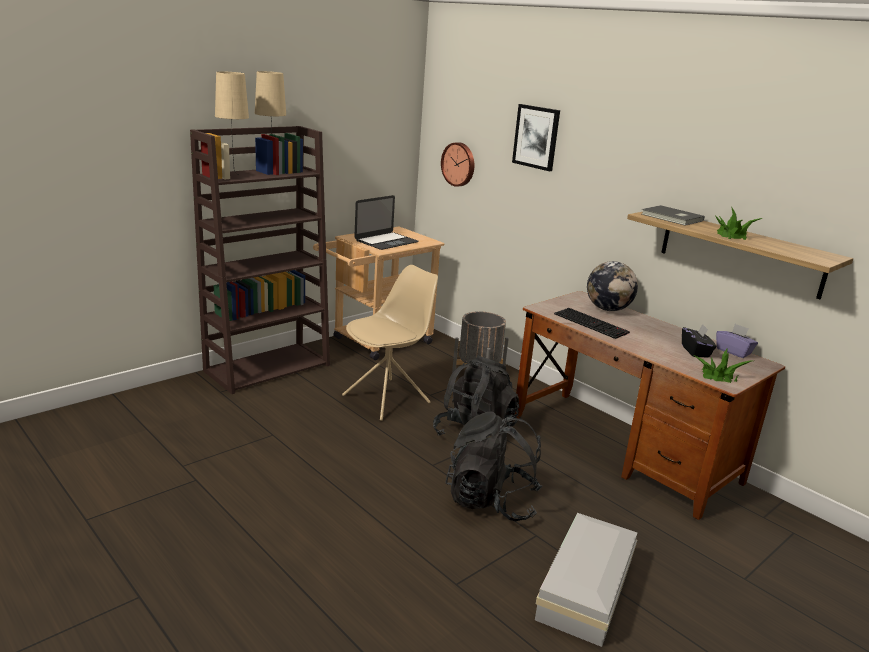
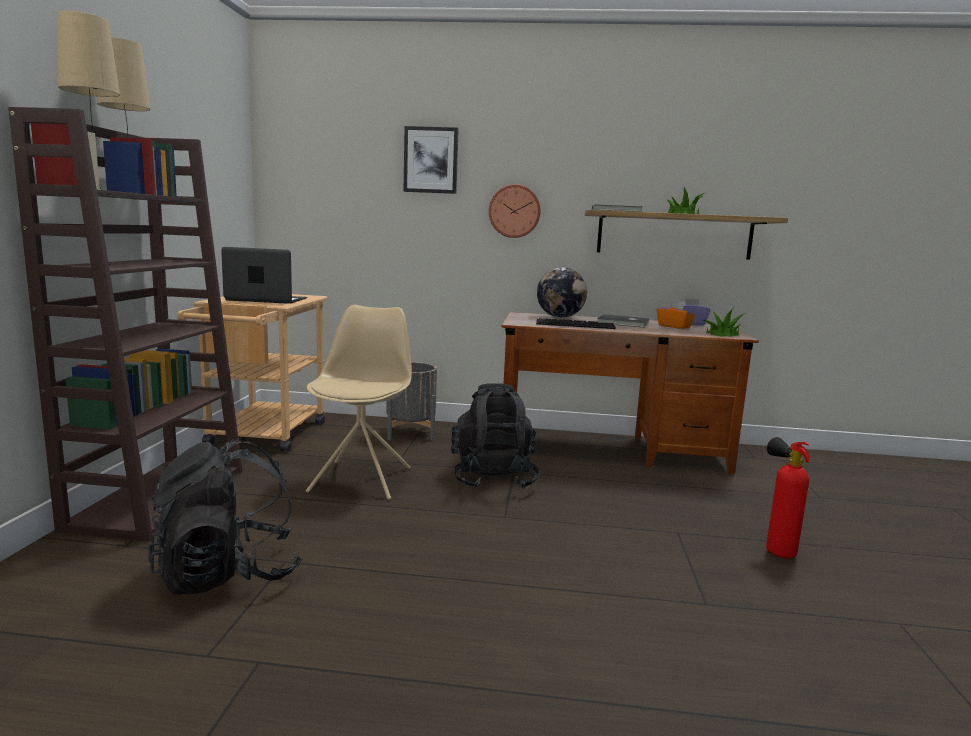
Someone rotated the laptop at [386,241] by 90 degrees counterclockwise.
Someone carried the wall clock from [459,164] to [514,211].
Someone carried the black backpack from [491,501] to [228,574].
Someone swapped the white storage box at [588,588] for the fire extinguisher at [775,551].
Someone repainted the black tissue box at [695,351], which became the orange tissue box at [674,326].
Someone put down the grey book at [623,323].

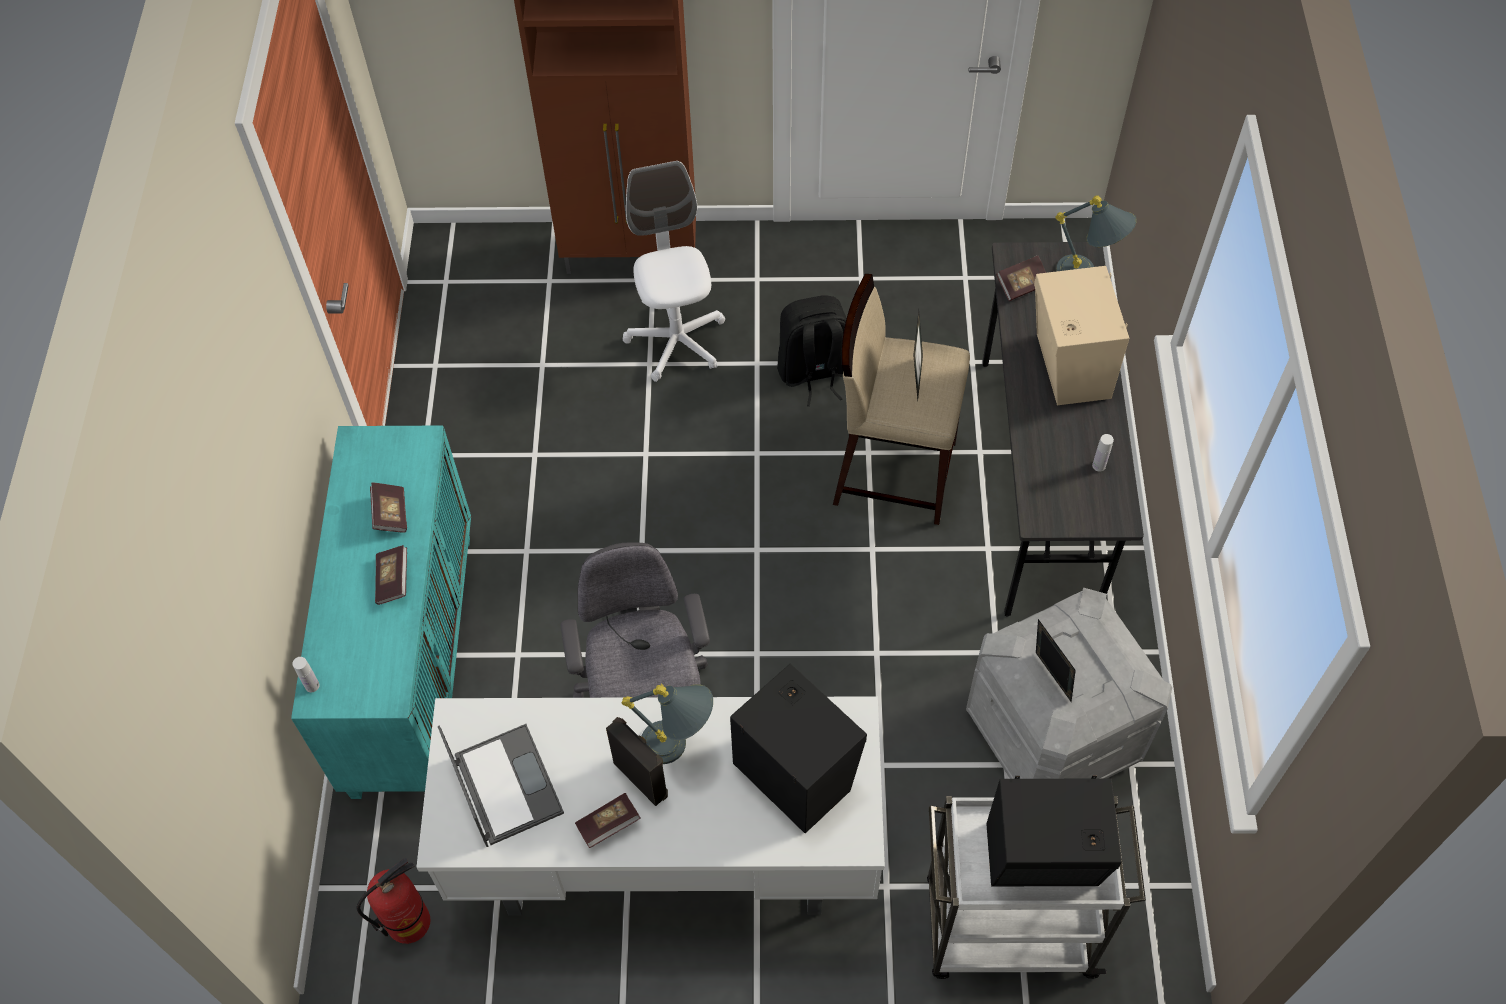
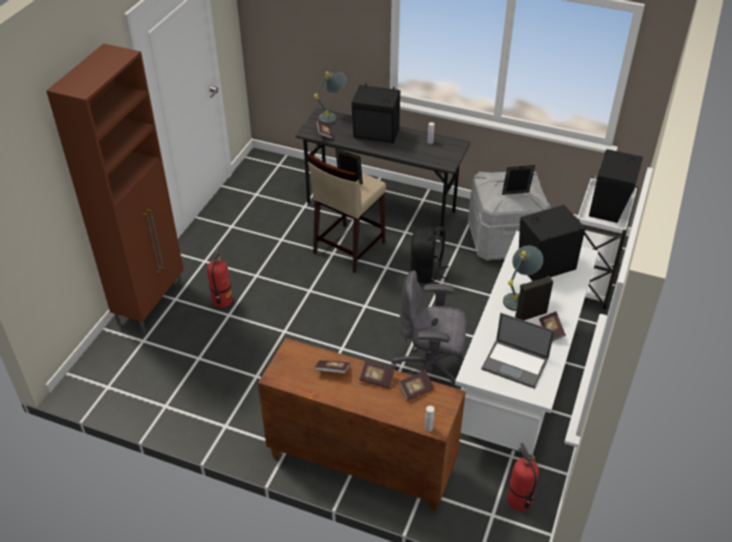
Someone repainted the turquoise cabinet at [411,661], which became the brown cabinet at [360,463].
Someone rotated the laptop at [505,784] by 150 degrees counterclockwise.
Someone swapped the white office chair at [676,341] for the fire extinguisher at [222,301].
Someone carried the black backpack from [814,372] to [426,272].
Someone repainted the beige speaker at [1068,368], which became the black speaker at [376,135].
Someone put down the book at [415,390].

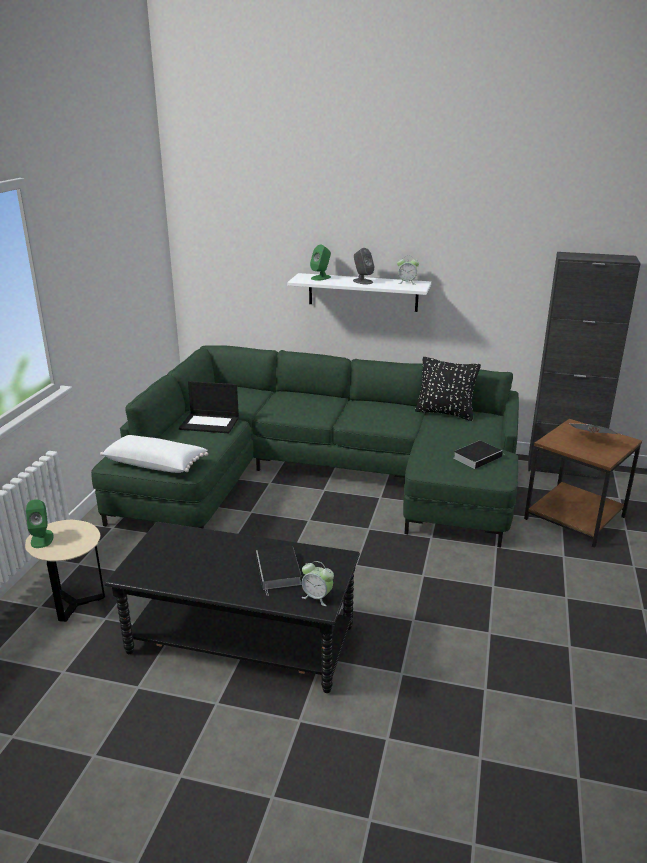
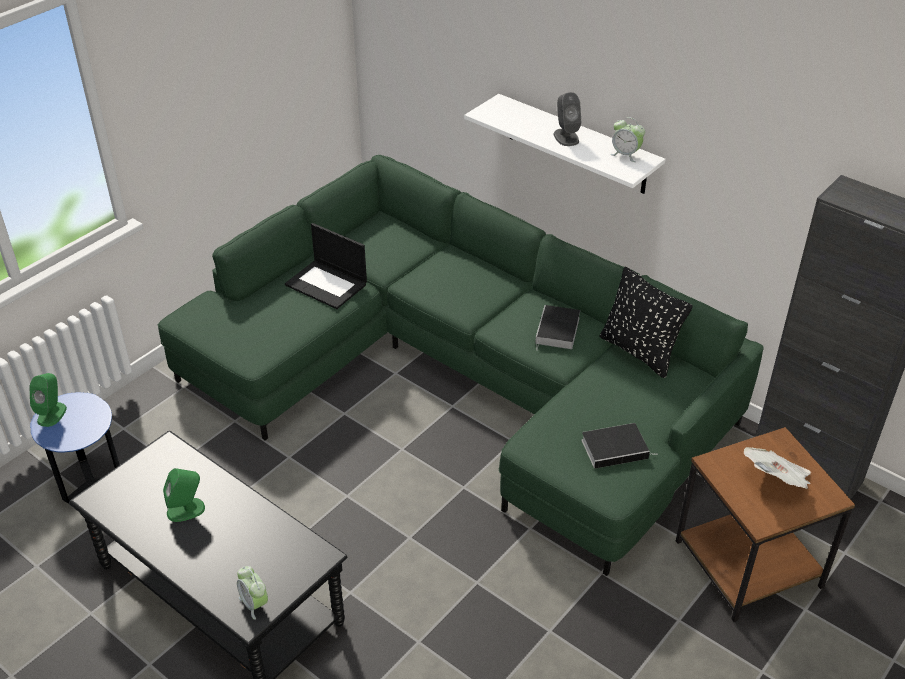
Someone repainted the beige side table at [75,604], which became the blue side table at [91,483].
Someone took away the white pillow at [156,464].
Someone carried the book from [279,572] to [557,331].
Someone carried the green speaker from [321,277] to [186,510].

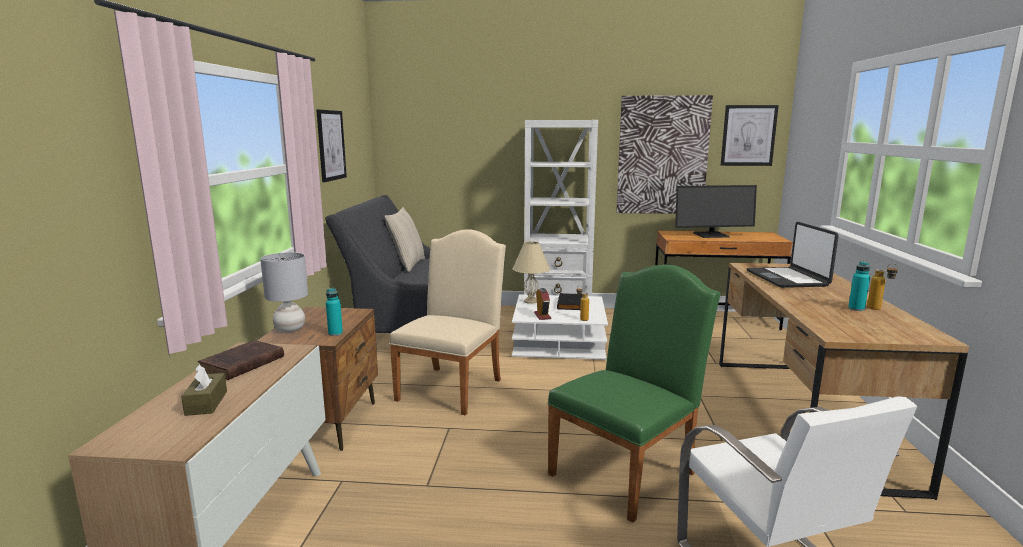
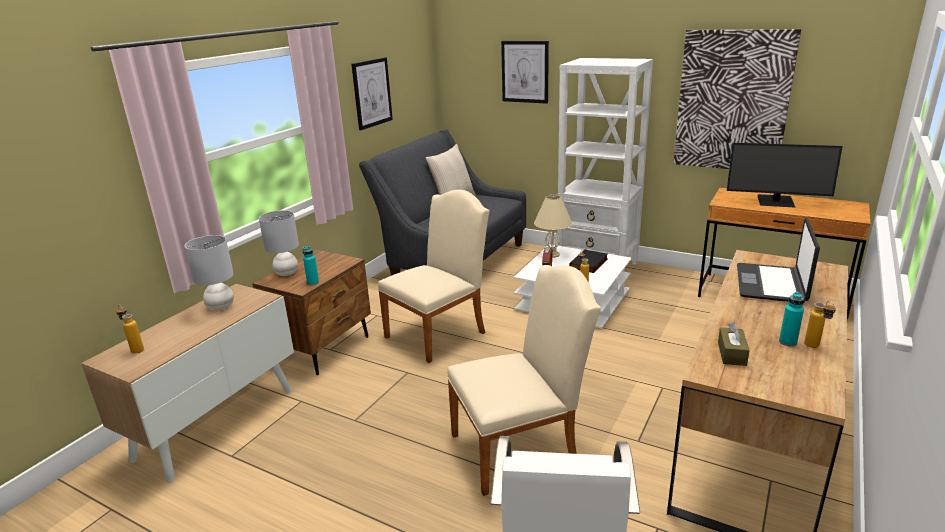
Someone carried the brown tissue box from [206,403] to [731,353].
Someone swapped the brown book at [241,365] for the grey table lamp at [220,306].
Someone repainted the green chair at [628,469], which became the beige chair at [522,447].
Someone carried the picture from [748,135] to [525,72].
Someone put down the bottle at [135,349].

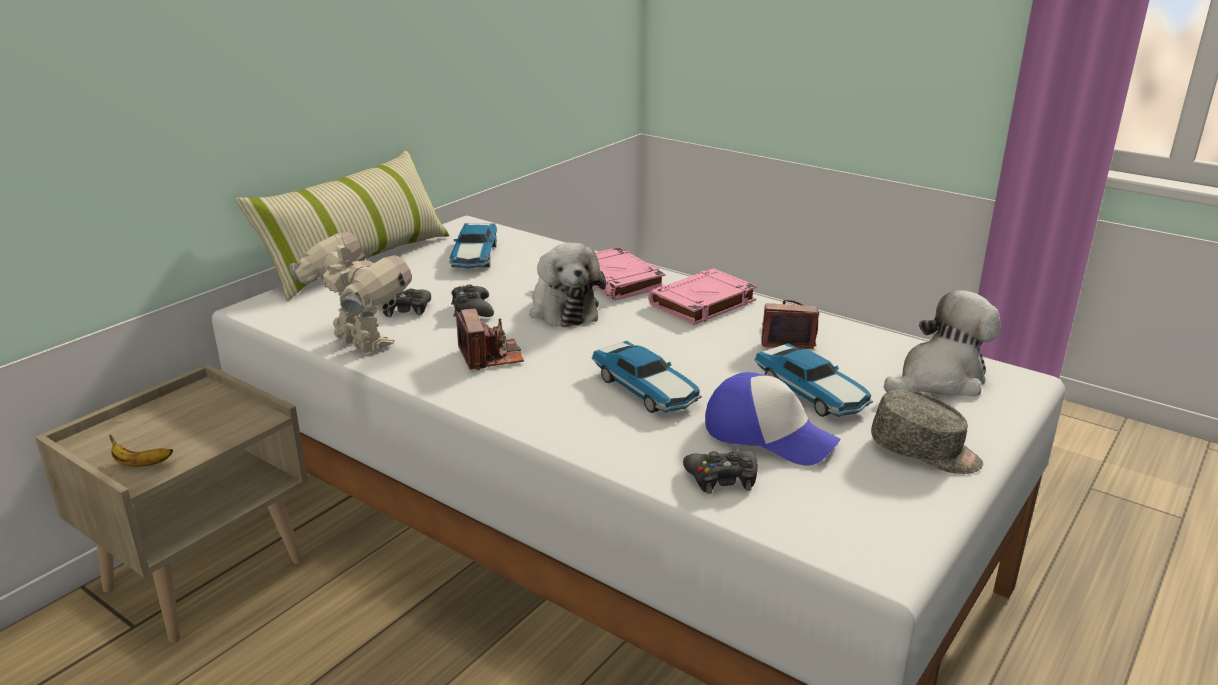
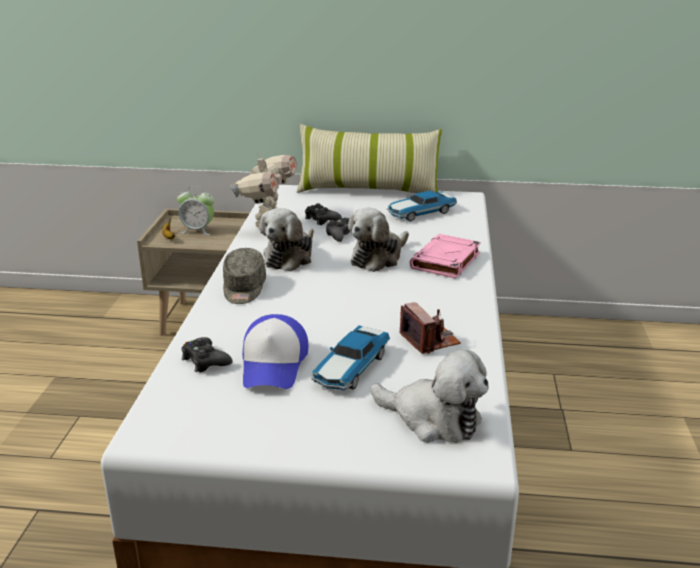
Someone swapped the photo camera at [490,356] for the plush toy at [290,257].
Someone took away the toy car at [646,390].
Someone took away the pink book at [702,303].
Someone carried the grey cap from [925,451] to [244,288].
Someone put down the alarm clock at [198,230].

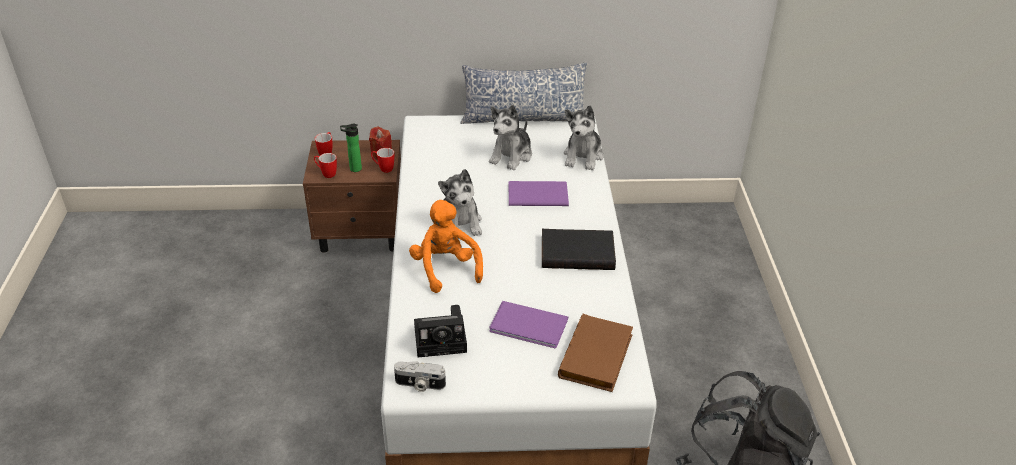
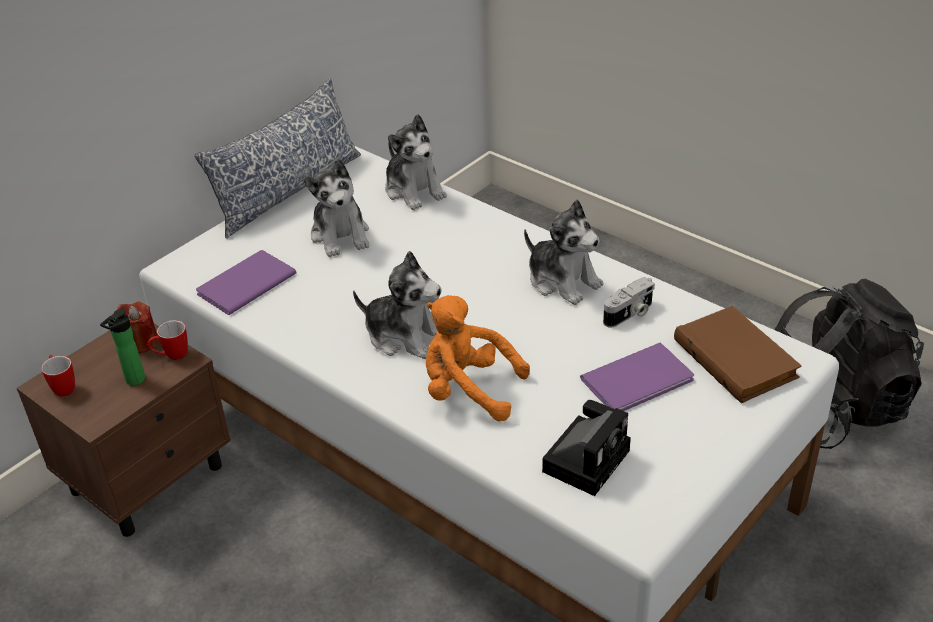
Someone took away the mug at [326,174].
Someone carried the photo camera from [419,384] to [630,314].
Someone carried the purple book from [536,194] to [243,284].
Someone swapped the black book at [578,252] for the plush toy at [563,281].

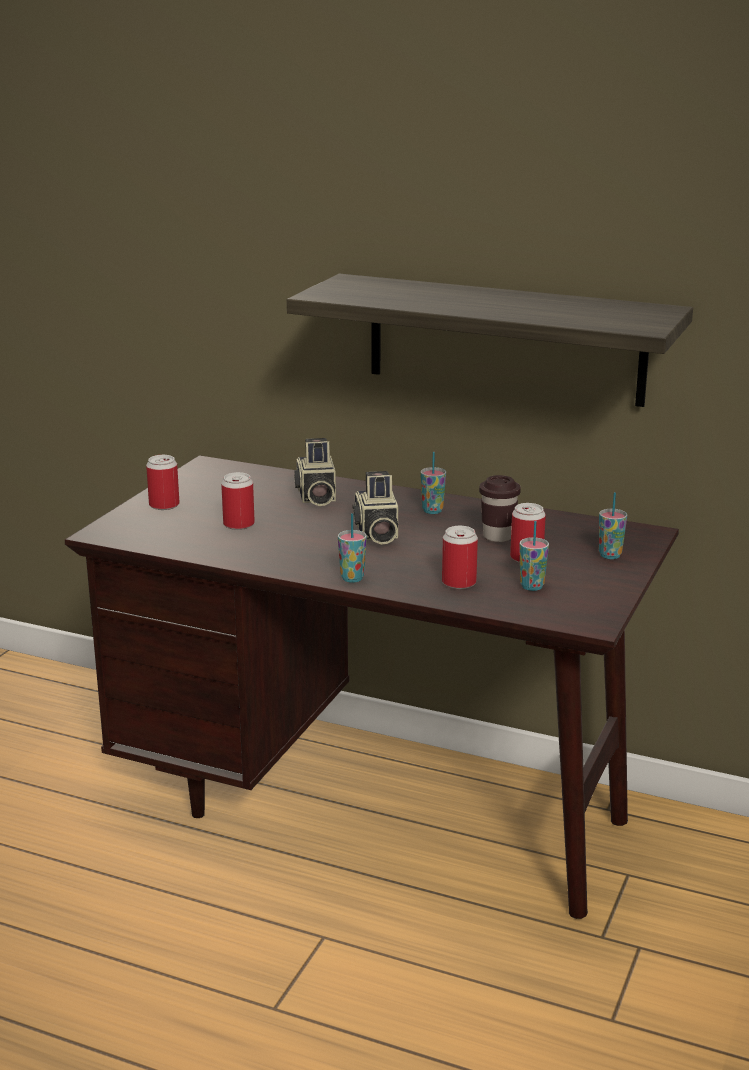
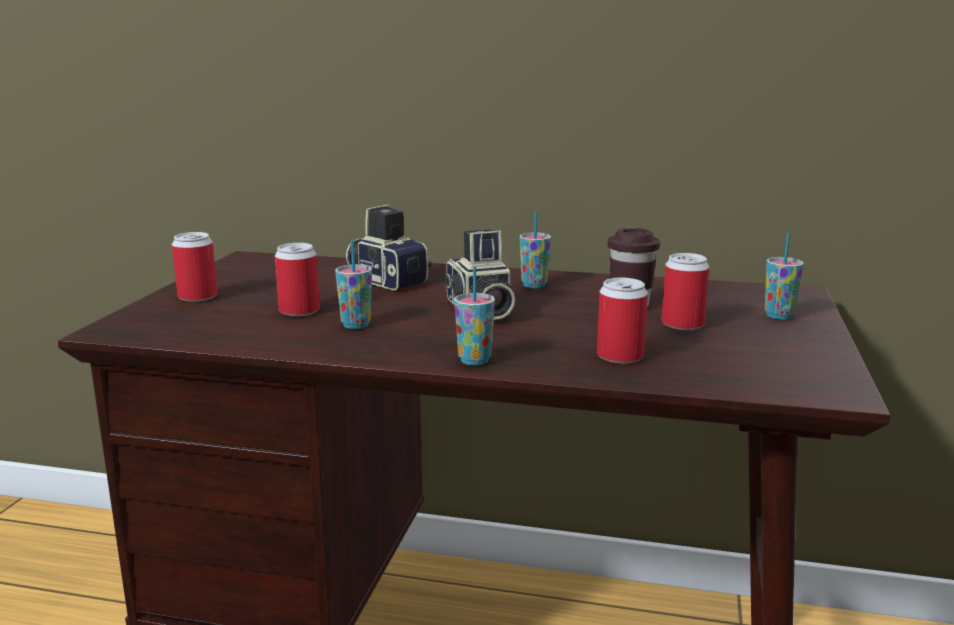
Someone took away the shelf at [505,339].
Someone rotated the photo camera at [315,497] by 150 degrees clockwise.
Someone carried the cup from [532,586] to [356,325].

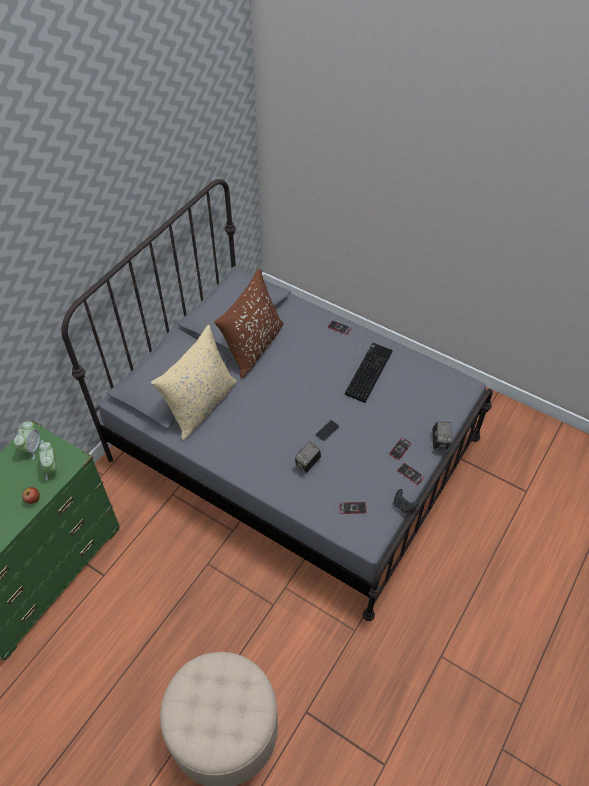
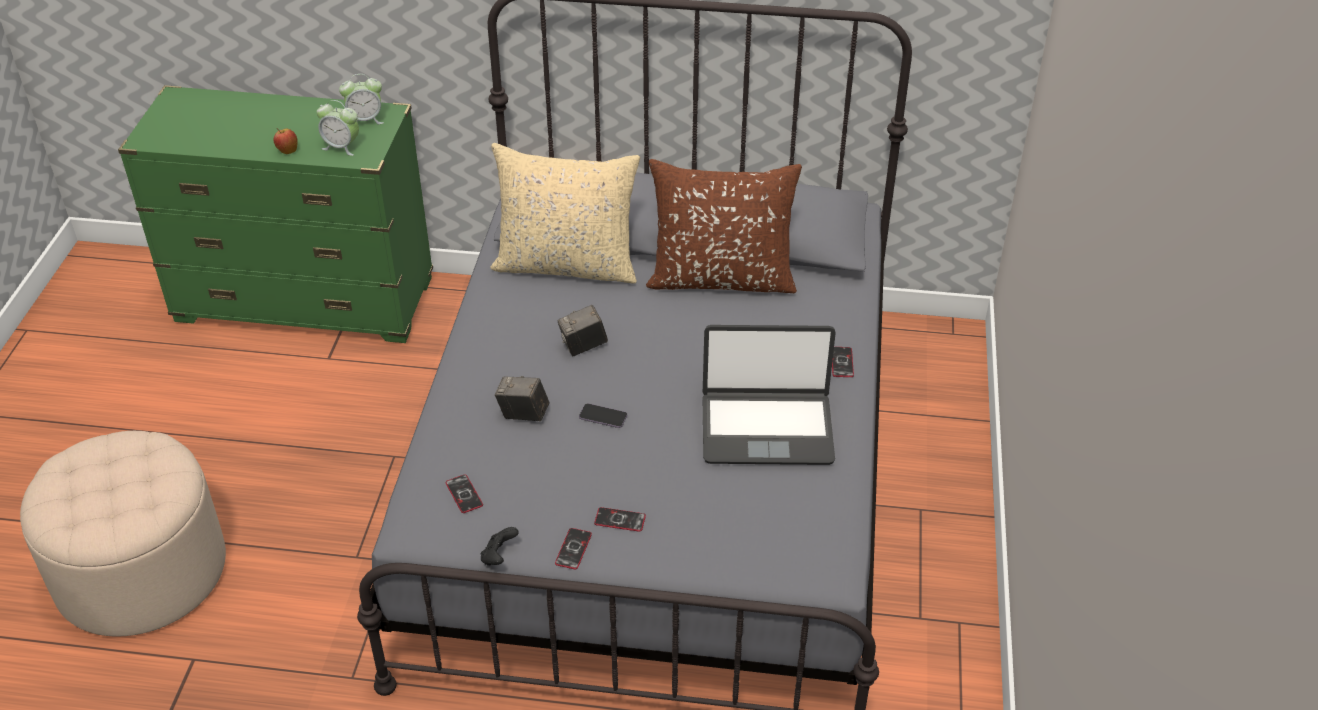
Someone rotated the alarm clock at [52,469] by 120 degrees counterclockwise.
Someone swapped the keyboard at [368,372] for the laptop at [766,428].
Someone carried the photo camera from [440,442] to [583,346].

